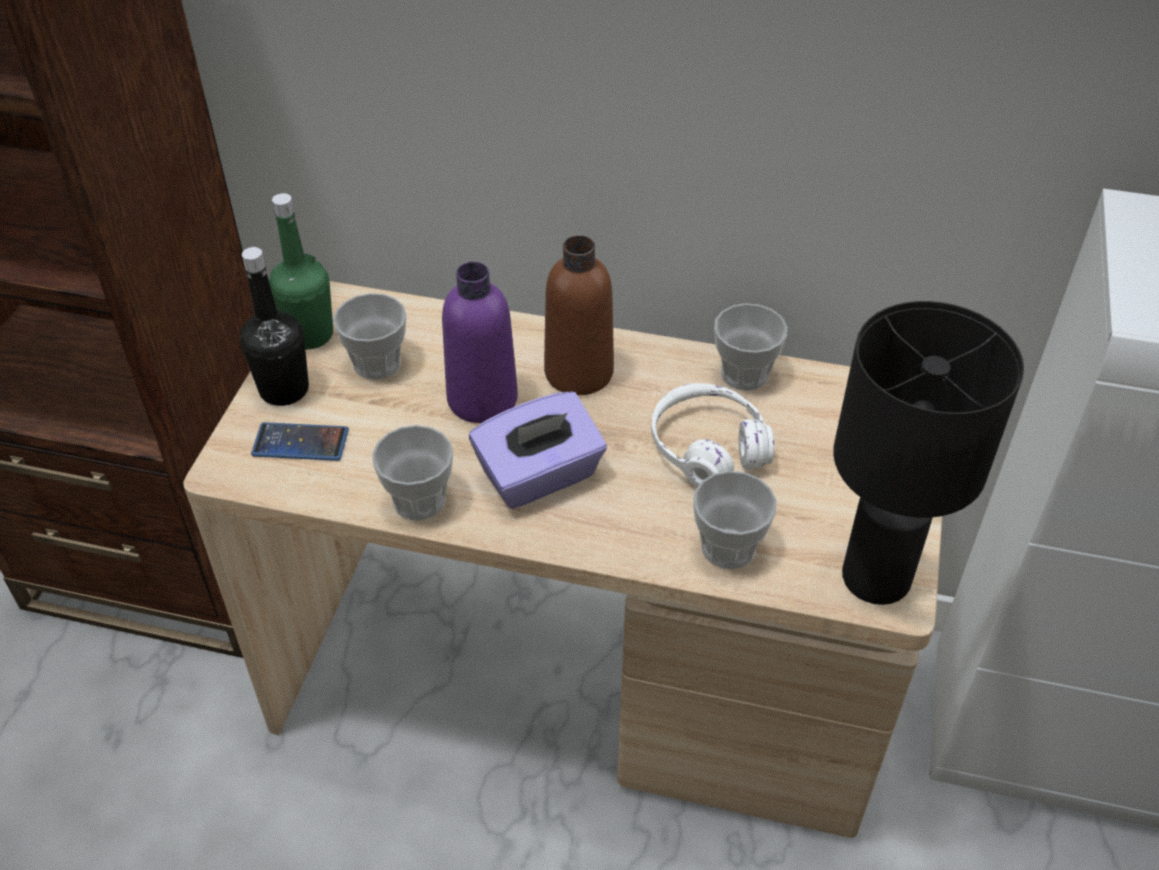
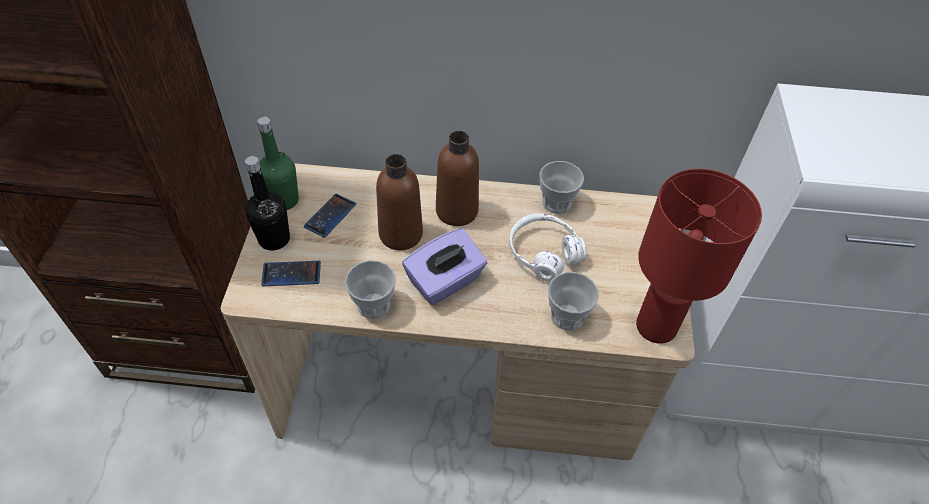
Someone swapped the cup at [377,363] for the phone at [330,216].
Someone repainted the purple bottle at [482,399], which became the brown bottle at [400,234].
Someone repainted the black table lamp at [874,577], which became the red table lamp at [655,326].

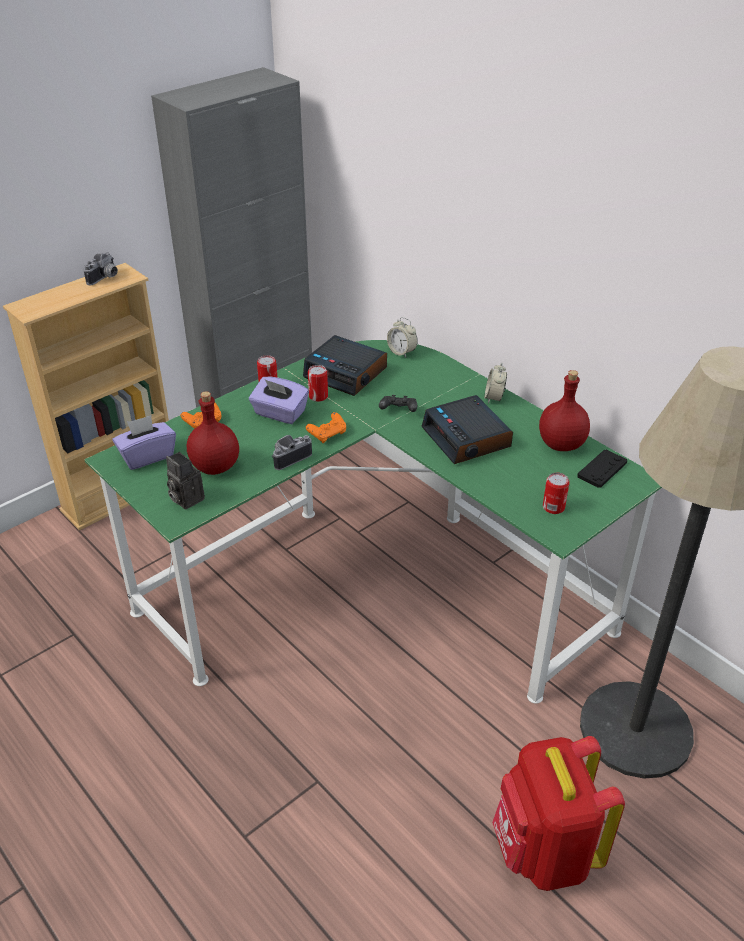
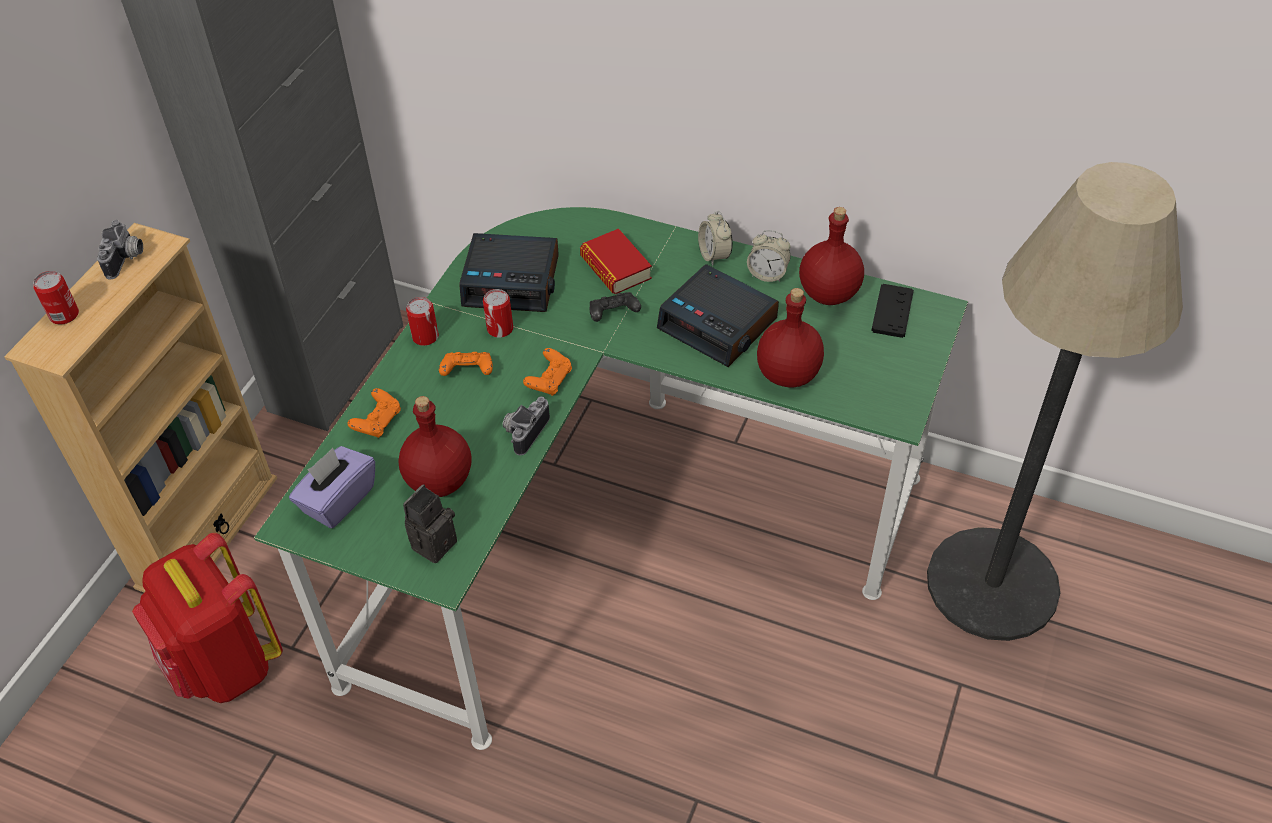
Someone rotated the photo camera at [185,499] by 105 degrees clockwise.
Someone swapped the purple tissue box at [279,413] for the orange game controller at [468,372].
Someone carried the alarm clock from [402,352] to [767,274].
Someone carried the red backpack from [544,852] to [225,665].
Someone carried the can from [553,507] to [64,315].
Someone put down the book at [615,268].
Someone put down the red bottle at [789,374].

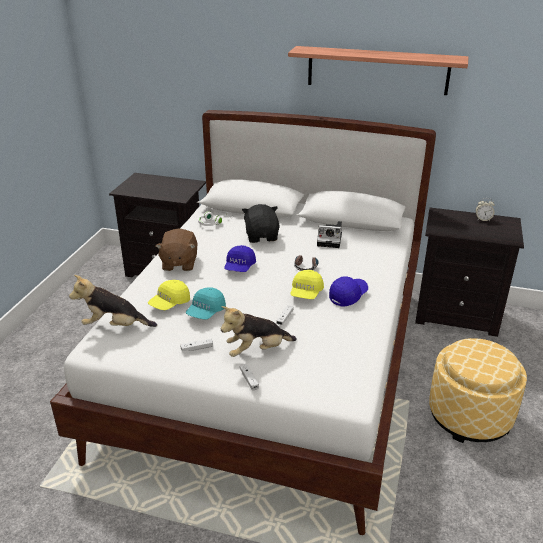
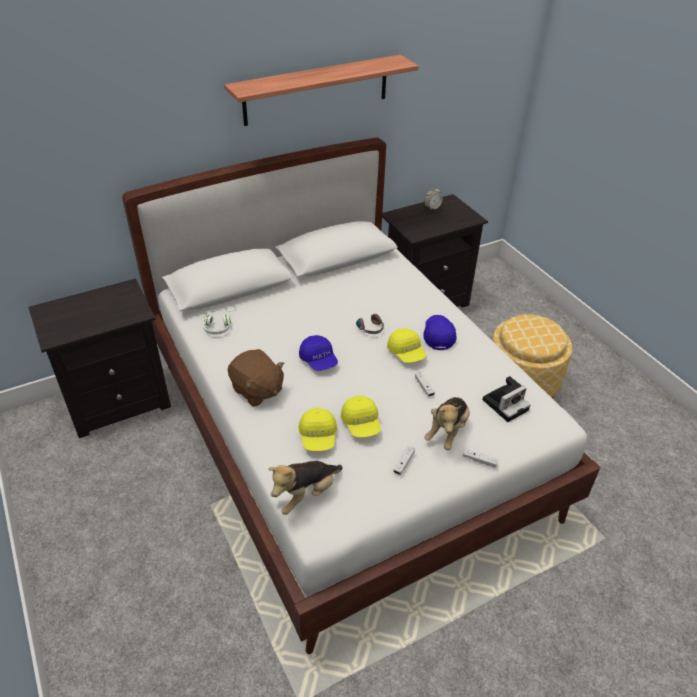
Someone repainted the turquoise cap at [206,312], which became the yellow cap at [361,424].
Someone took away the black plush toy at [262,236].
Someone carried the photo camera from [330,240] to [506,404].

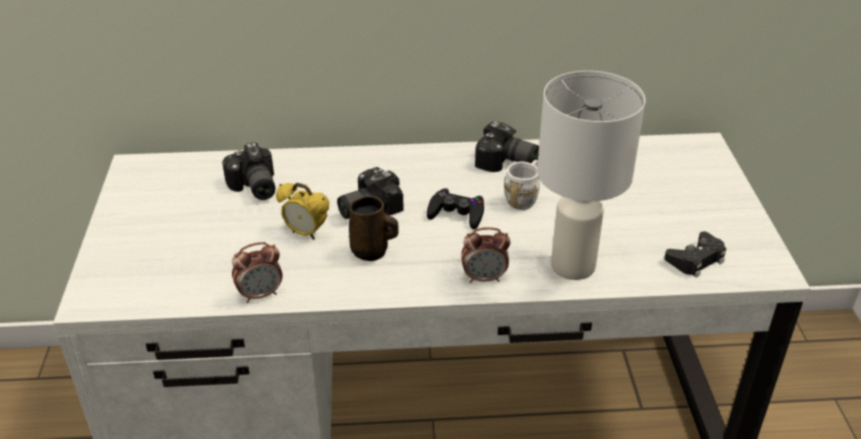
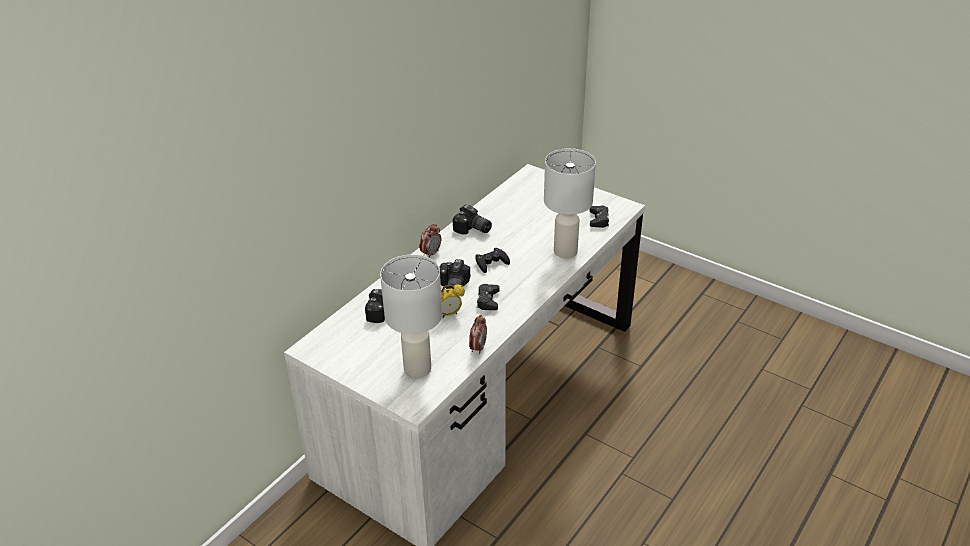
Someone swapped the brown mug at [372,252] for the black game controller at [488,300].
Someone carried the alarm clock from [484,278] to [431,253].
Someone rotated the photo camera at [507,163] by 60 degrees clockwise.
Someone took away the white mug at [524,198].
Someone put down the white table lamp at [418,368].

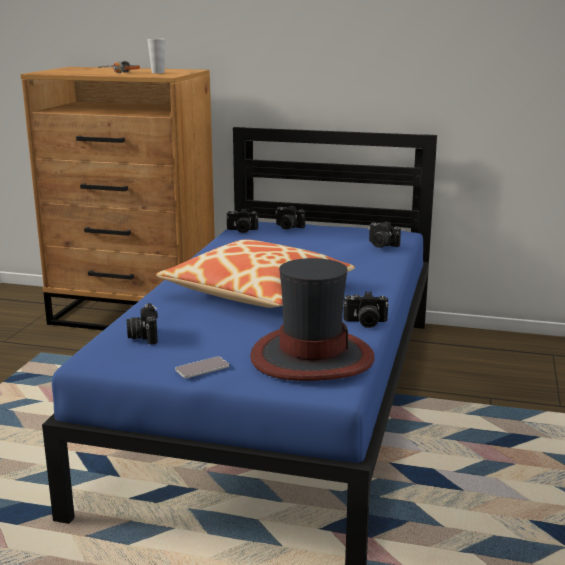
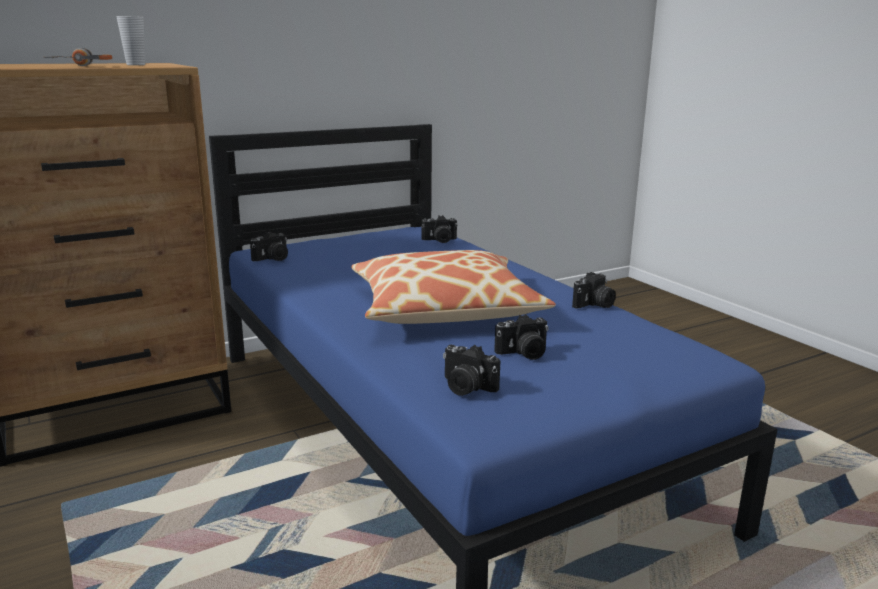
Someone took away the phone at [202,368].
Someone took away the hat at [311,357].
Someone carried the photo camera from [288,227] to [523,353].

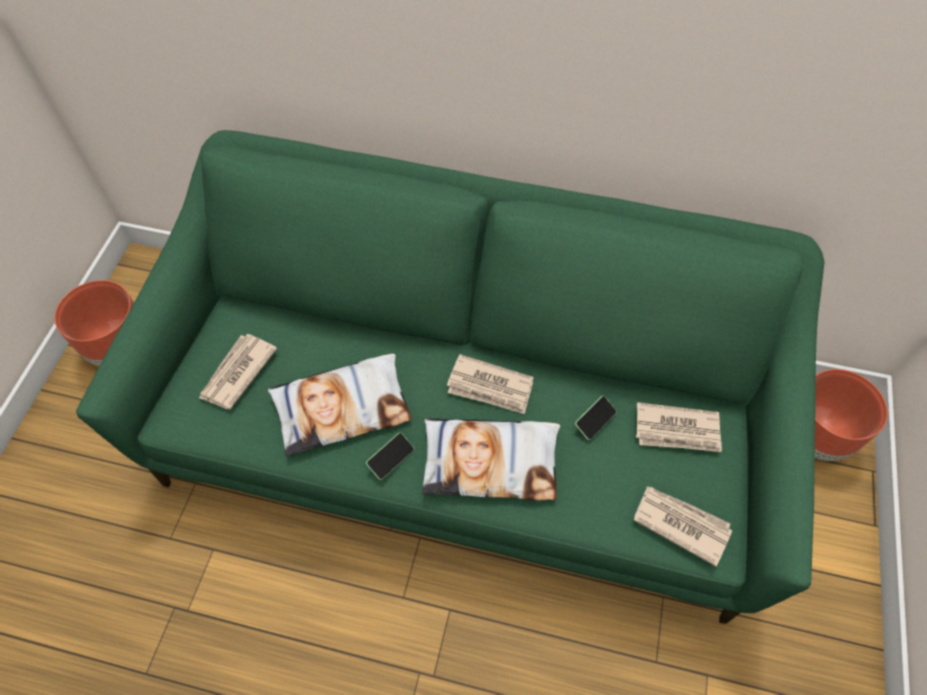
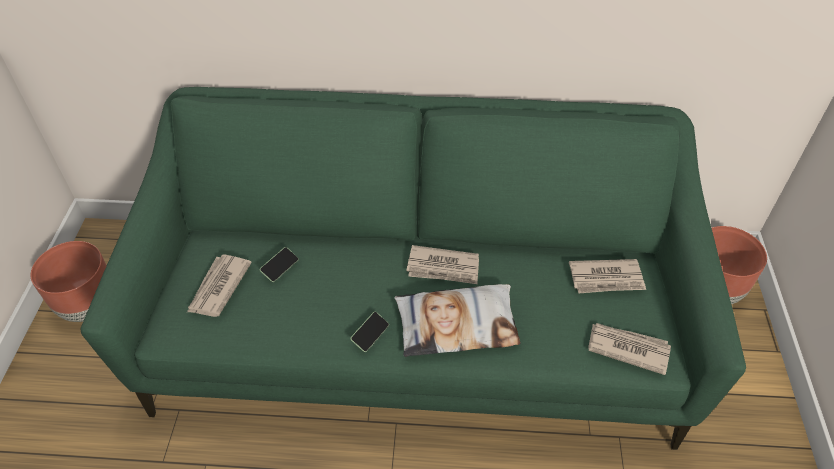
Someone took away the pillow at [342,407].
Someone carried the phone from [595,420] to [280,268].

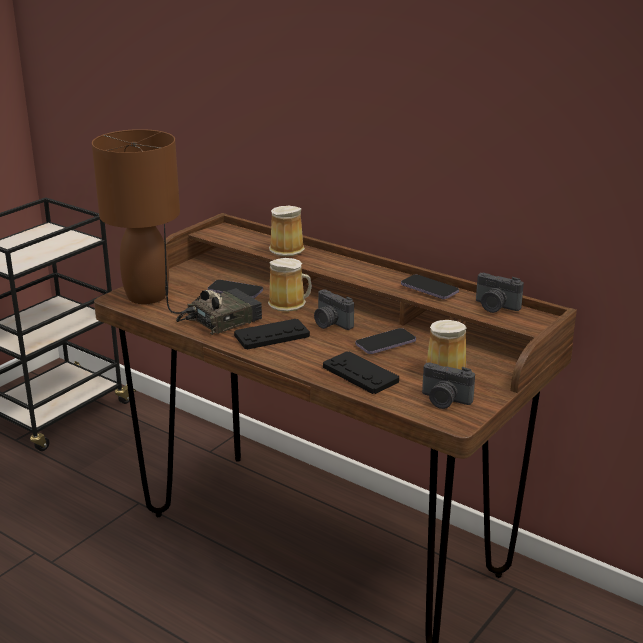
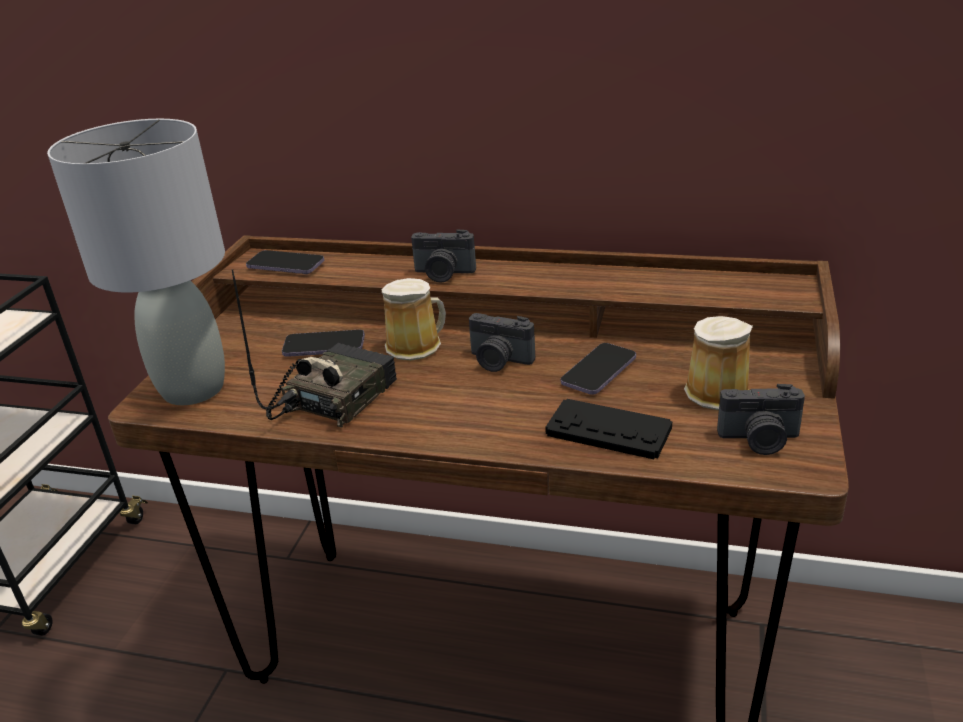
Someone repainted the brown table lamp at [146,296], which became the grey table lamp at [191,389].
Someone took away the black game controller at [272,335].
Someone took away the mug at [287,249].
Someone carried the phone from [429,289] to [285,265].
Someone carried the photo camera from [495,307] to [443,274].

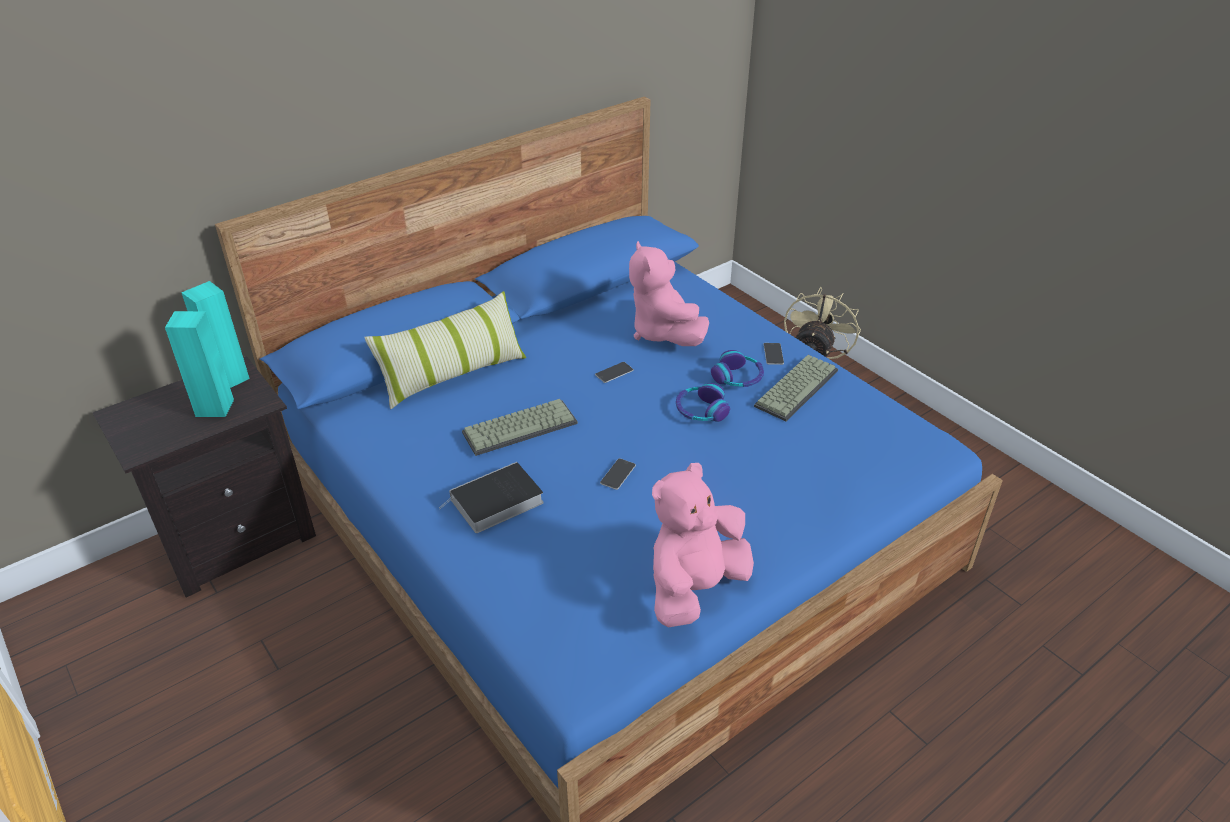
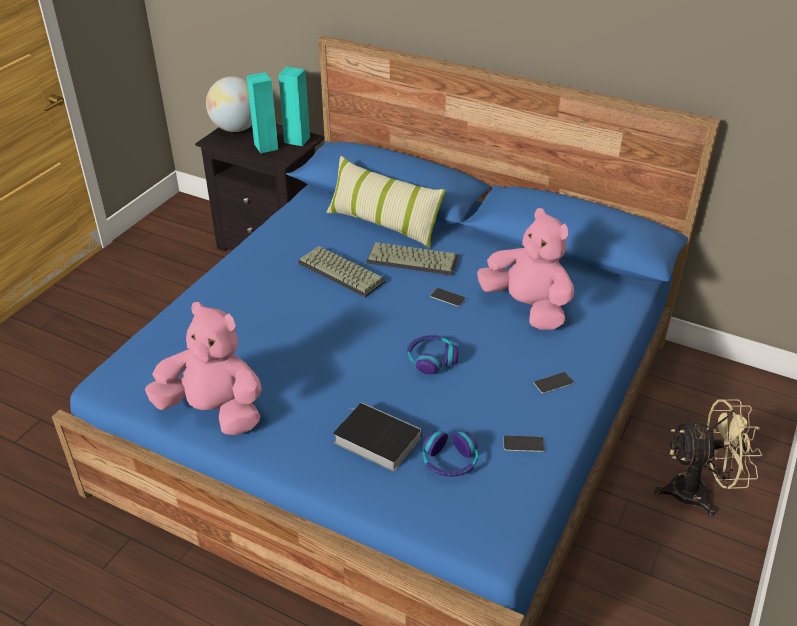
Someone carried the book from [495,503] to [374,439].
Someone carried the phone from [618,474] to [523,444].
Someone rotated the pink plush toy at [663,333] by 90 degrees clockwise.
Someone carried the headphones from [738,377] to [449,461].
Someone carried the keyboard from [795,387] to [413,259].
Someone put down the globe at [236,128].

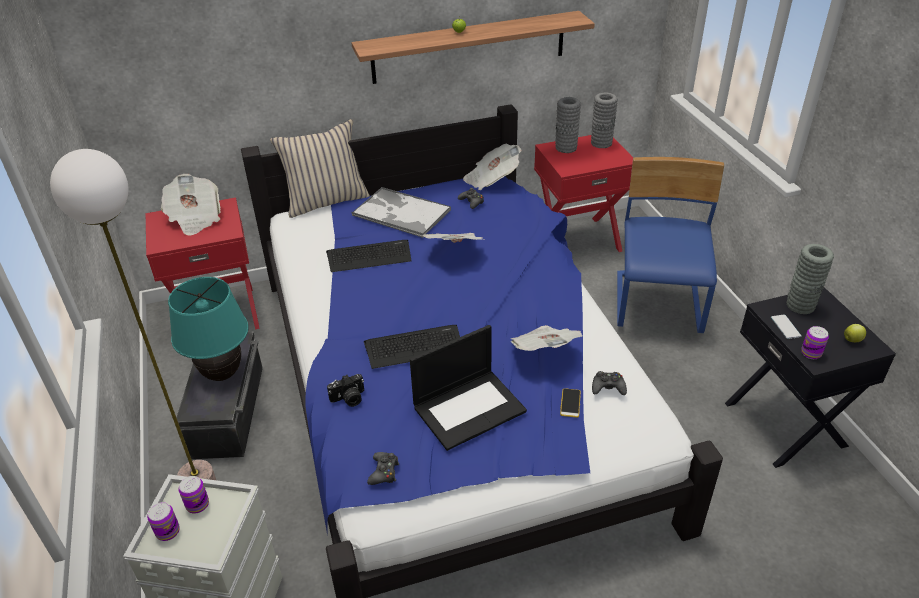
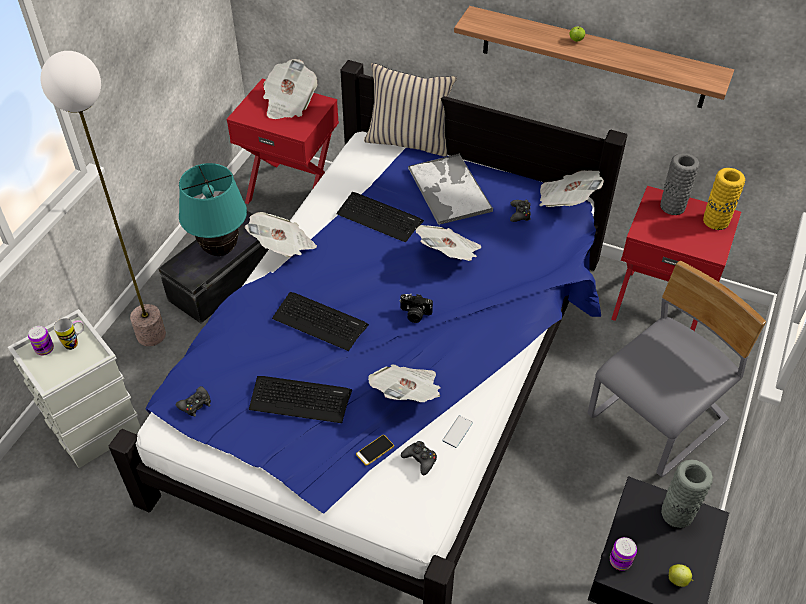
Someone swapped the can at [197,505] for the mug at [75,343].
Someone carried the photo camera from [349,399] to [414,314].
Someone swapped the laptop at [469,408] for the keyboard at [300,399].
Someone repainted the grey vase at [601,143], which became the yellow vase at [715,221].
Someone repainted the blue chair at [658,305], which became the grey chair at [657,421].
Someone carried the phone from [785,327] to [457,432].
Someone put down the newspaper at [283,247].

